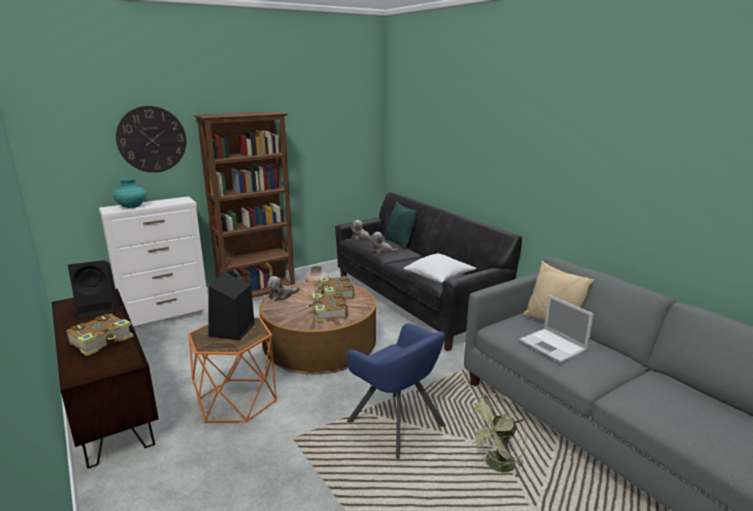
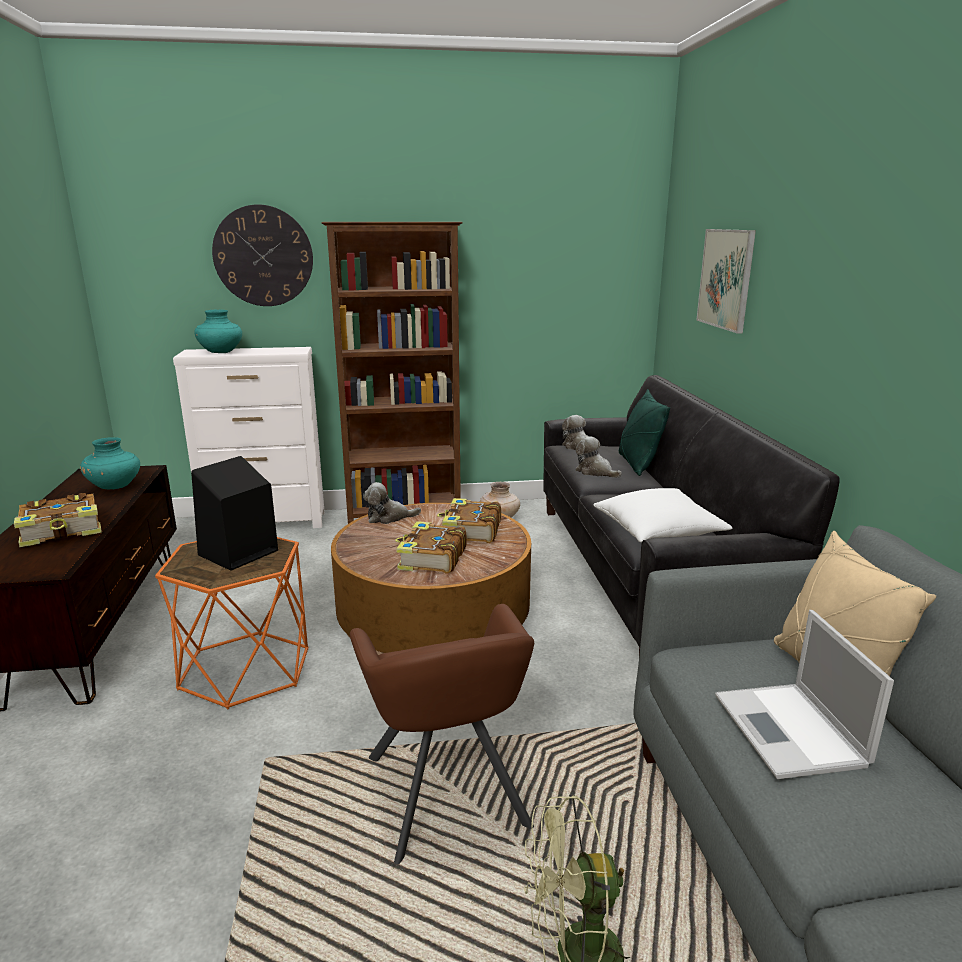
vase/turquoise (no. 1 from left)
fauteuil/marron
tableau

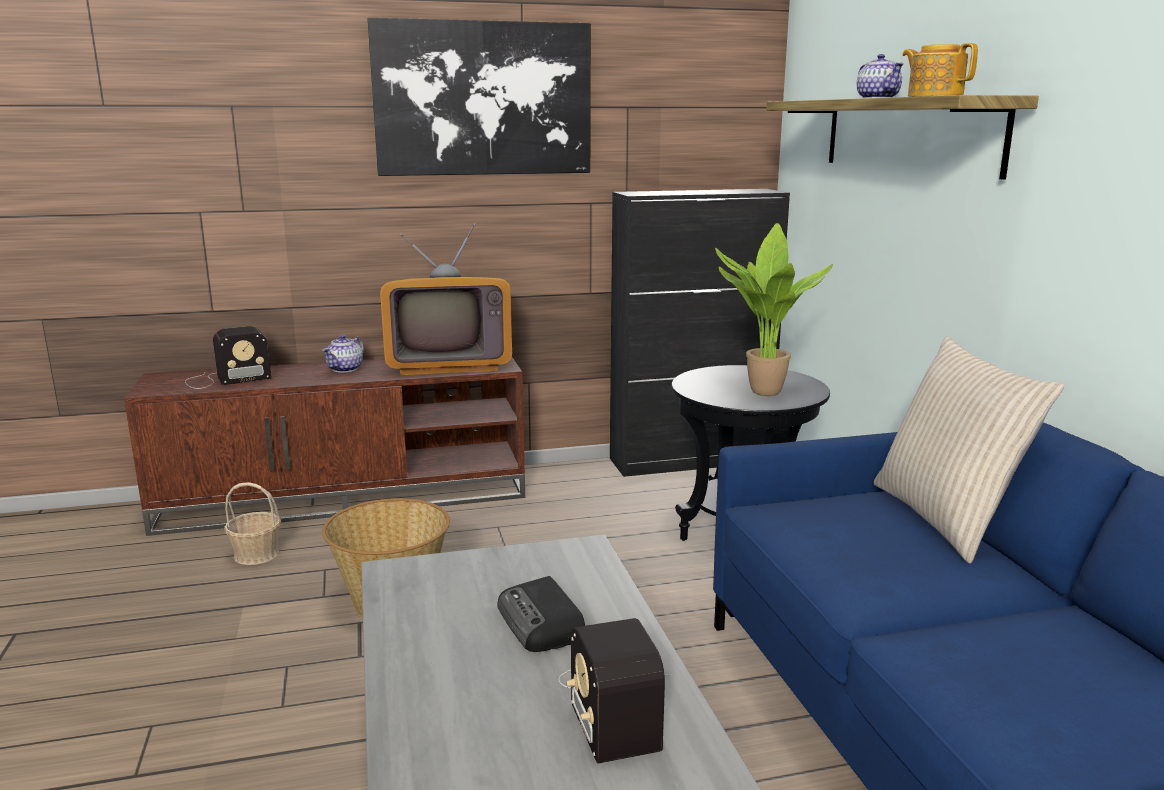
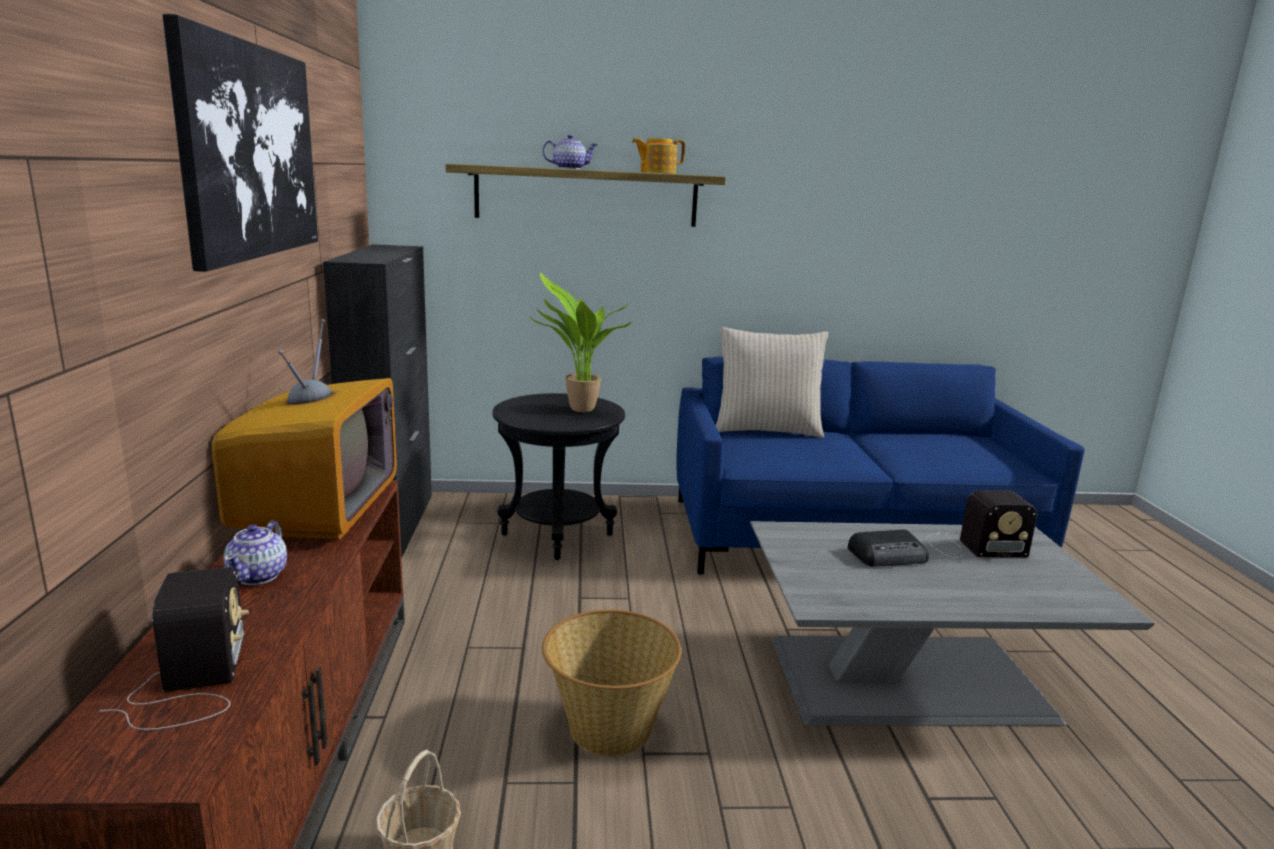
théière (no. 1 from left)

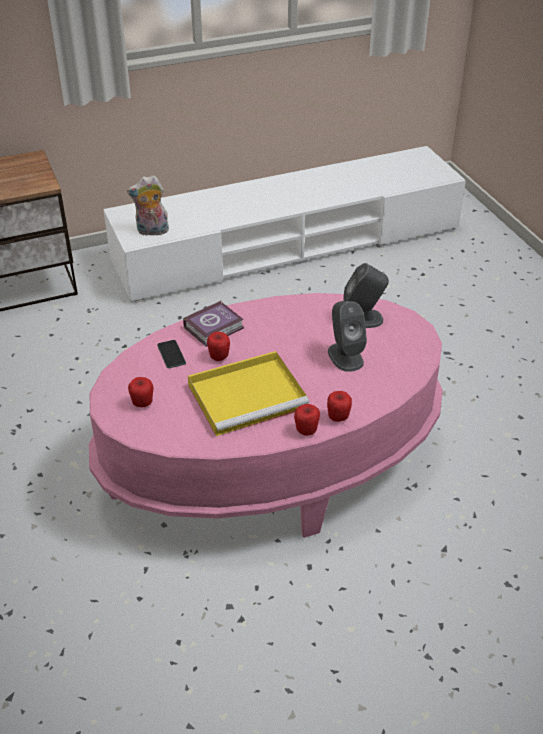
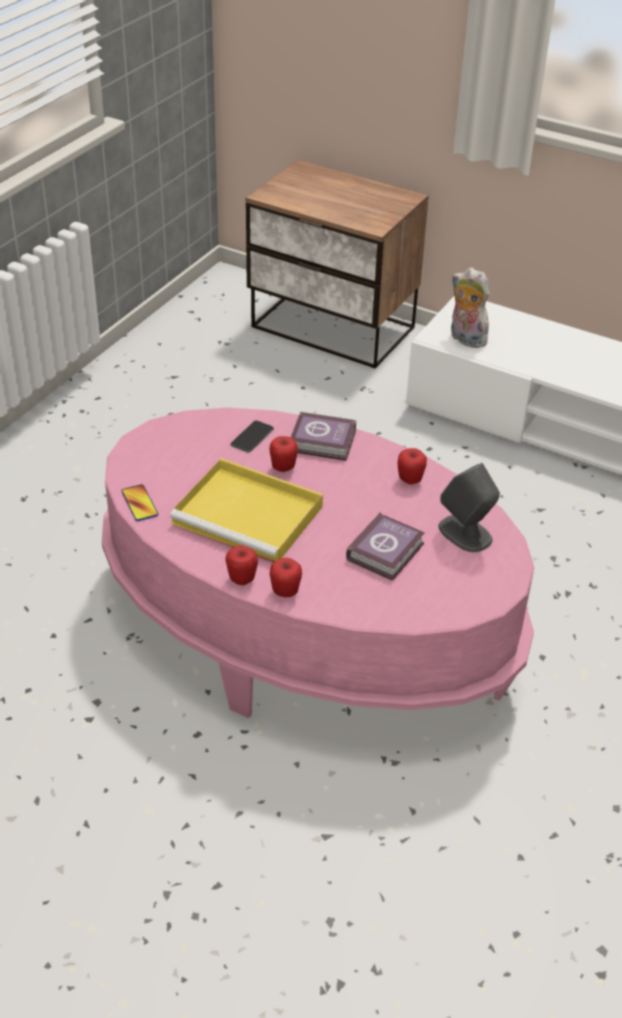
pomme (no. 4 from left)
livre (no. 2 from left)
téléphone (no. 1 from left)

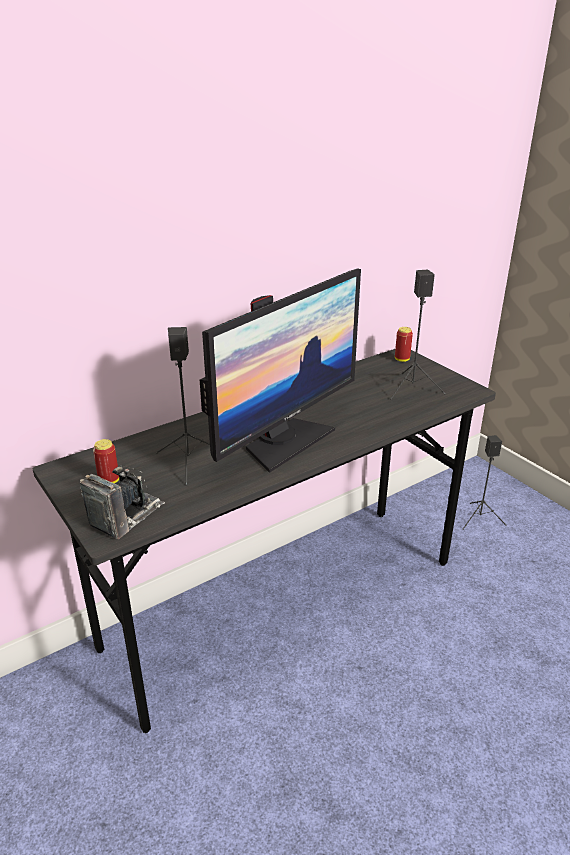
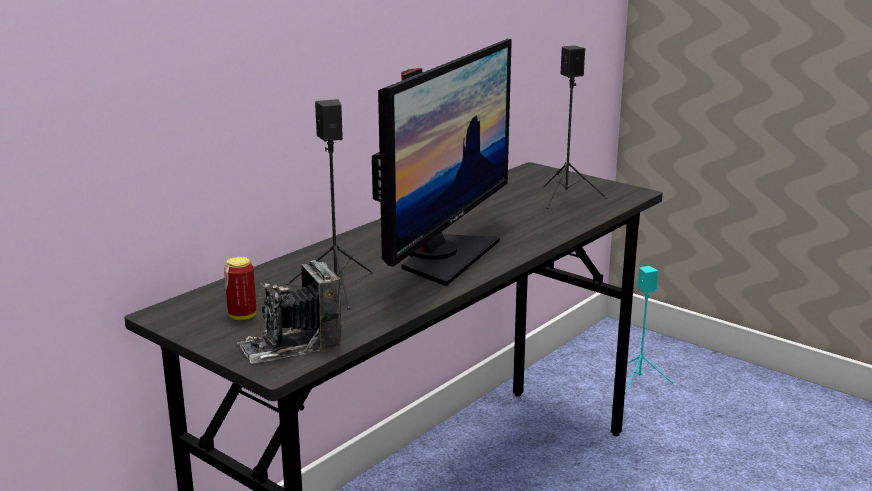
appareil photo
boîte métallique (no. 2 from left in the first image)
enceinte/turquoise

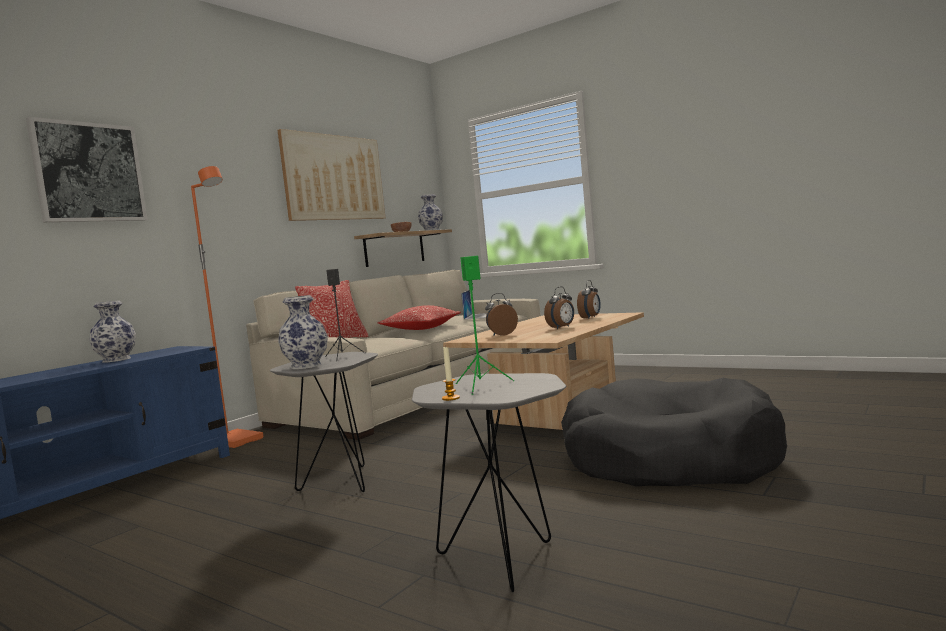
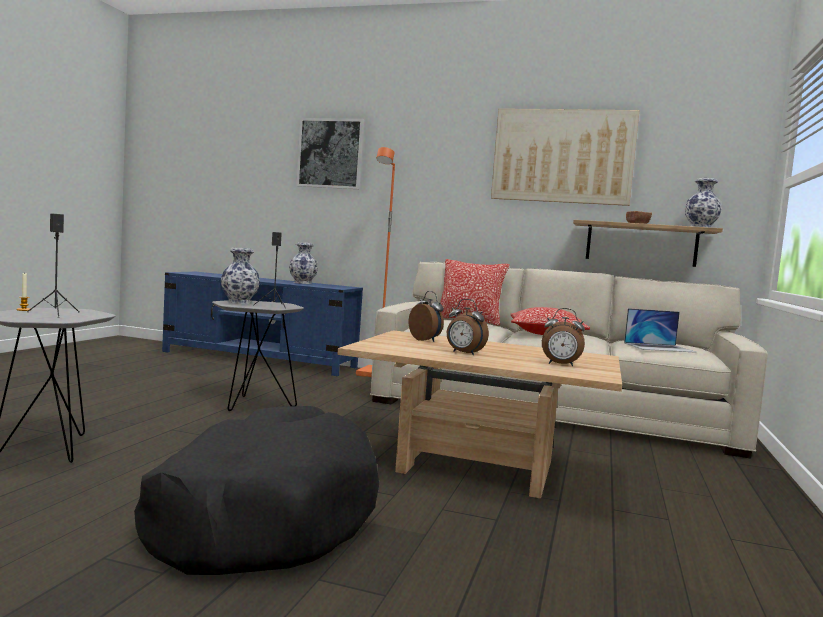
enceinte/noir (no. 1 from left)

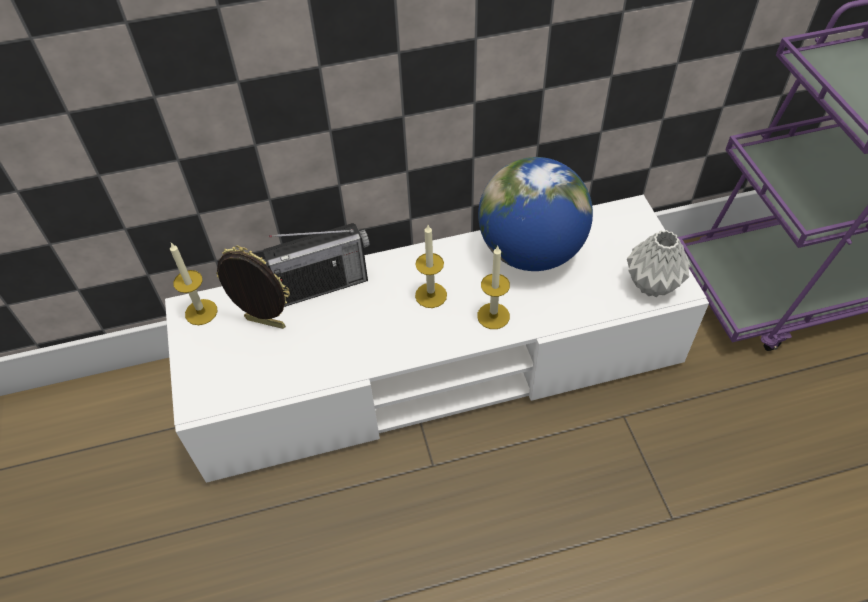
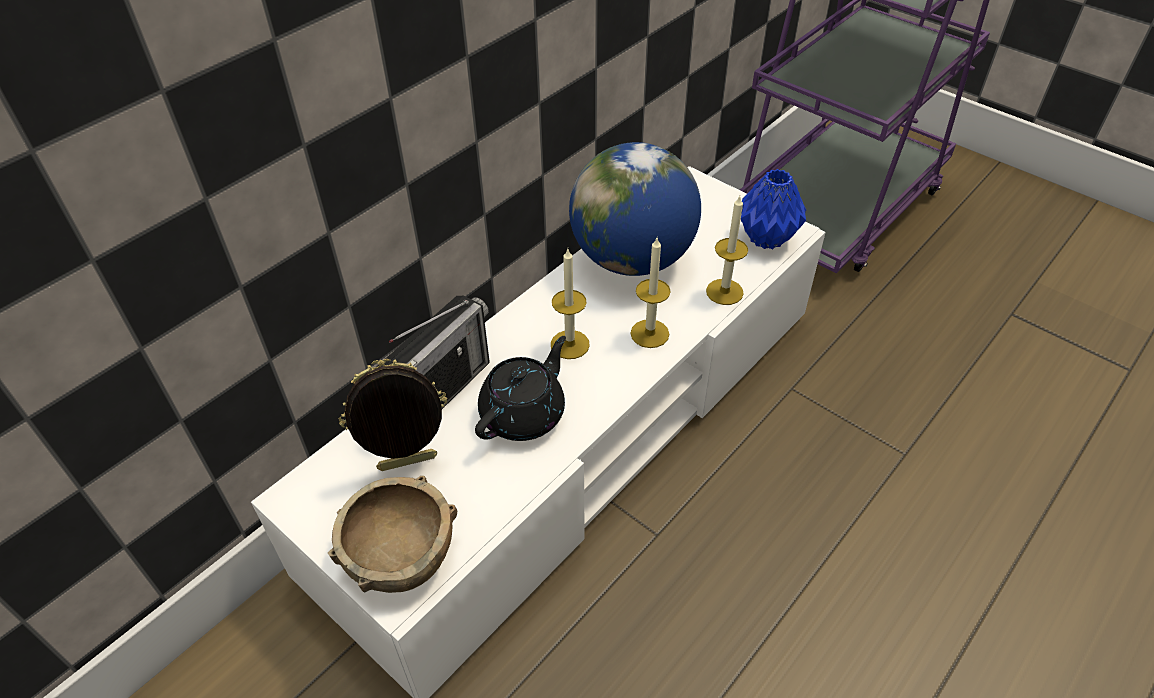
bougie (no. 3 from left)
vase/bleu
bol/marron
théière/noir

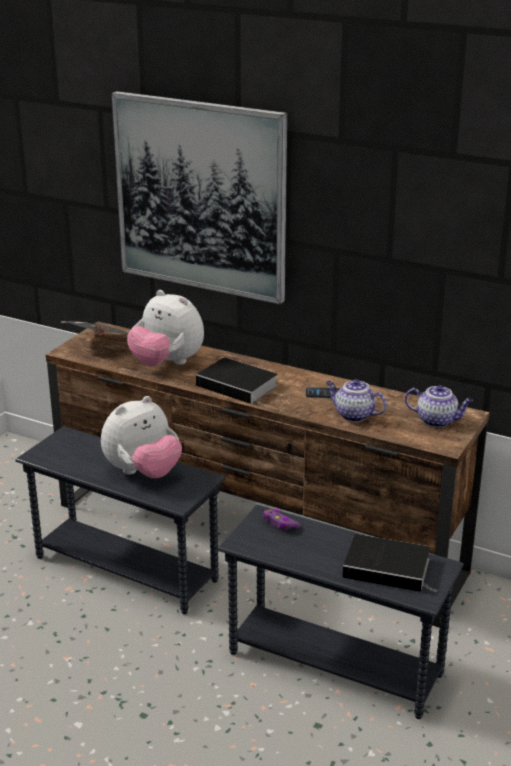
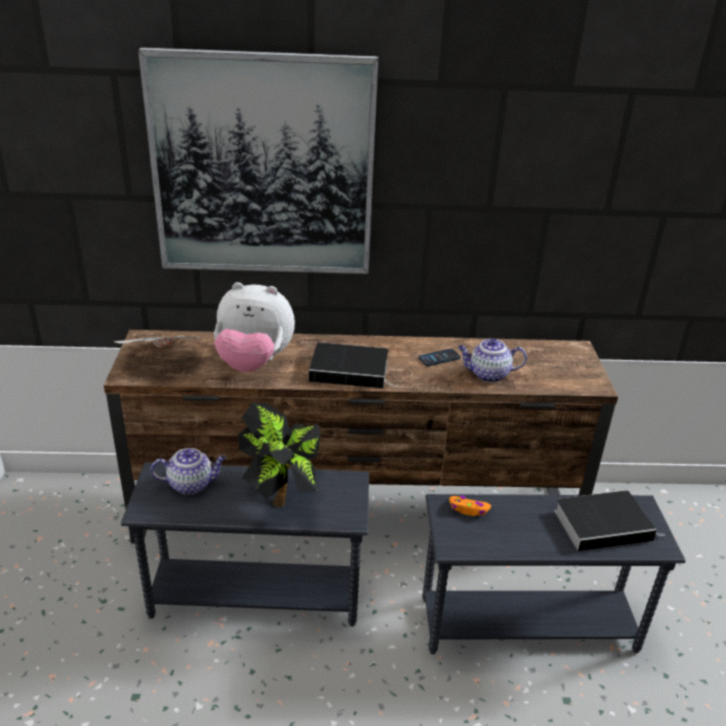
plante en pot
manette/orange
théière (no. 1 from left)

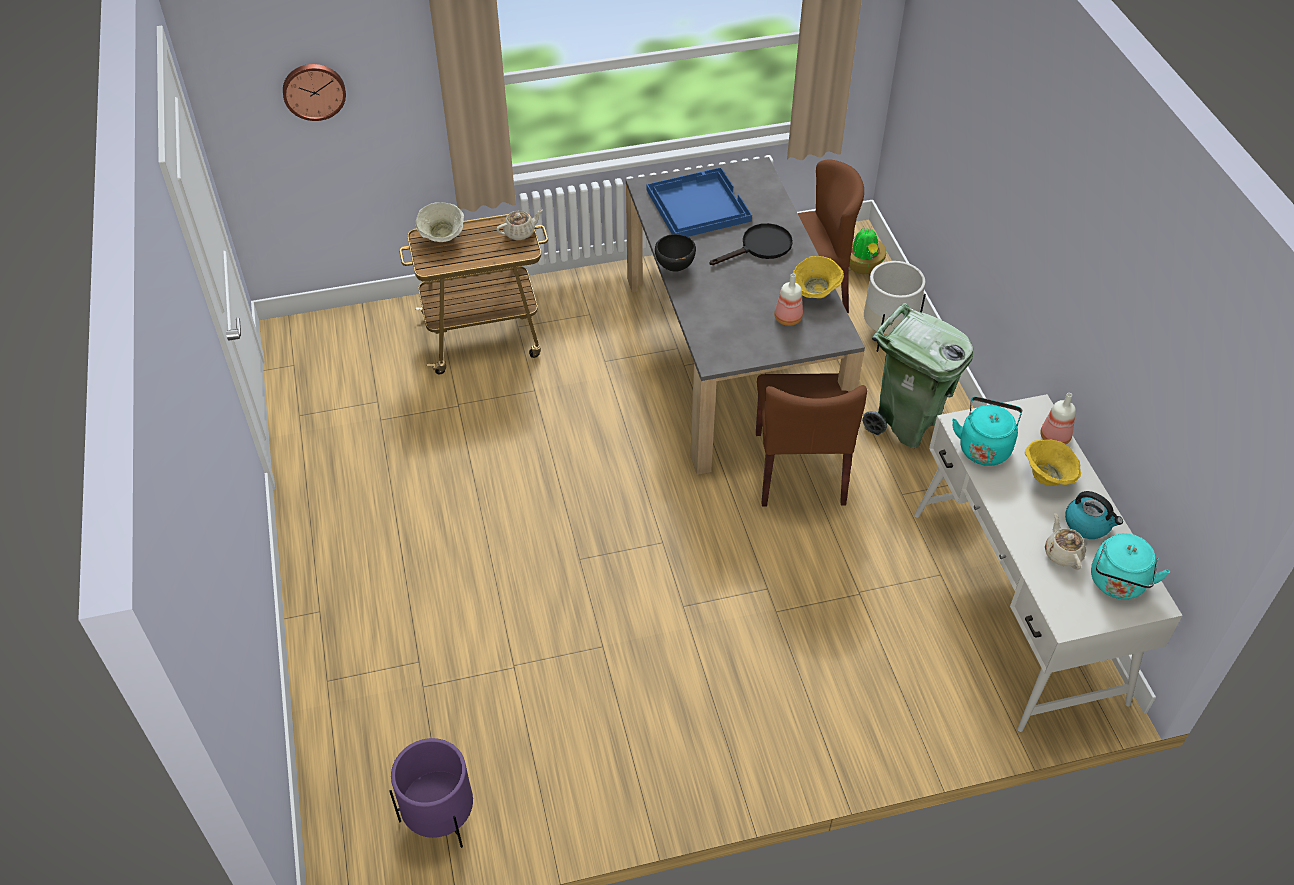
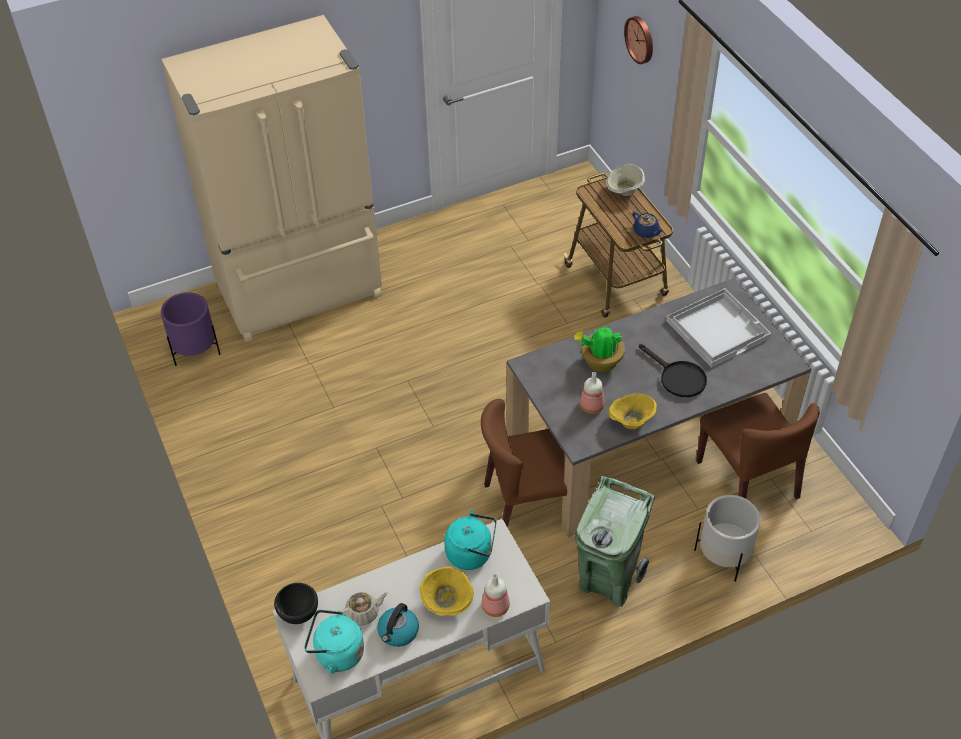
théière/bleu
plateau/blanc
bol/noir
plante en pot
réfrigérateur/beige

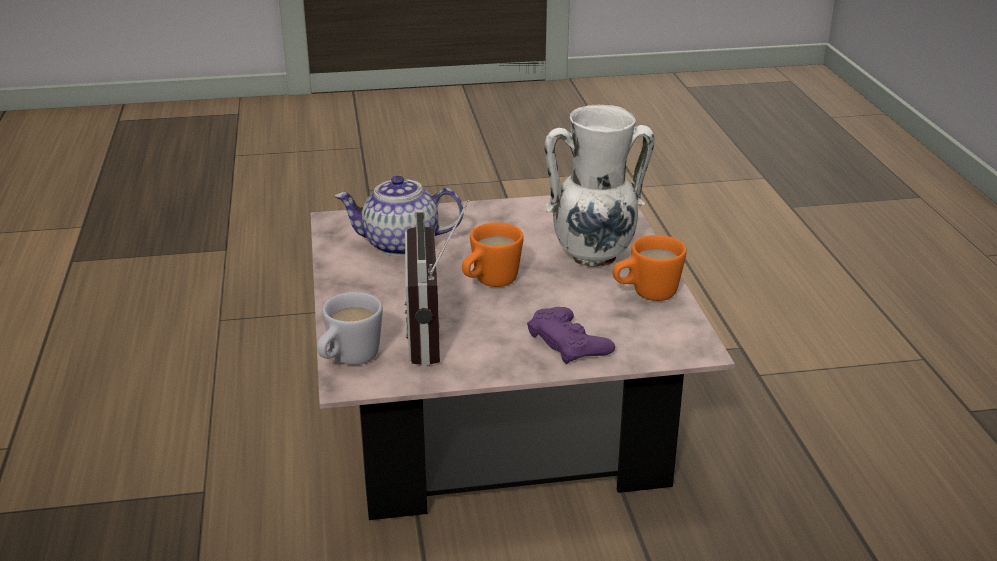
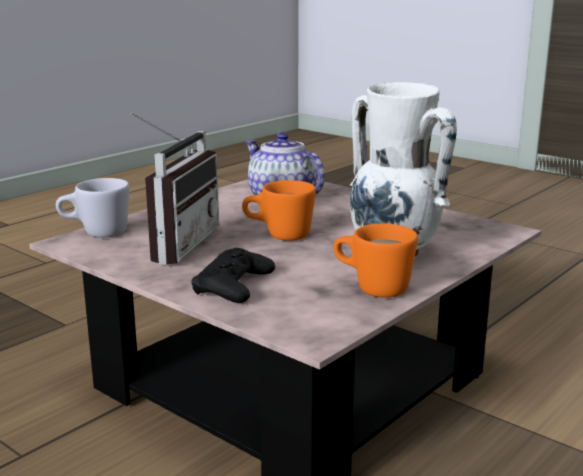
radio
manette/noir

